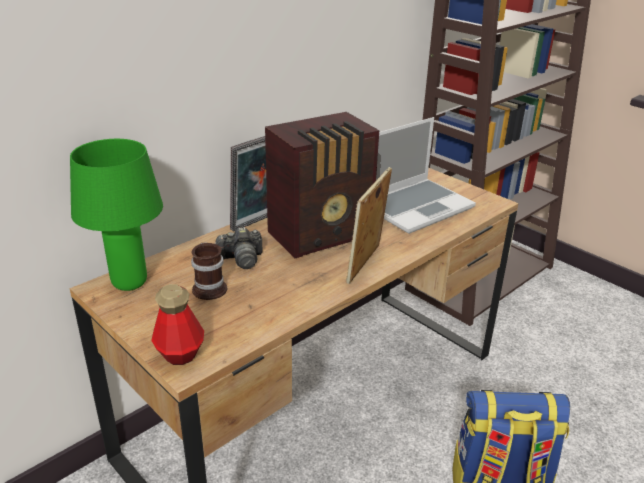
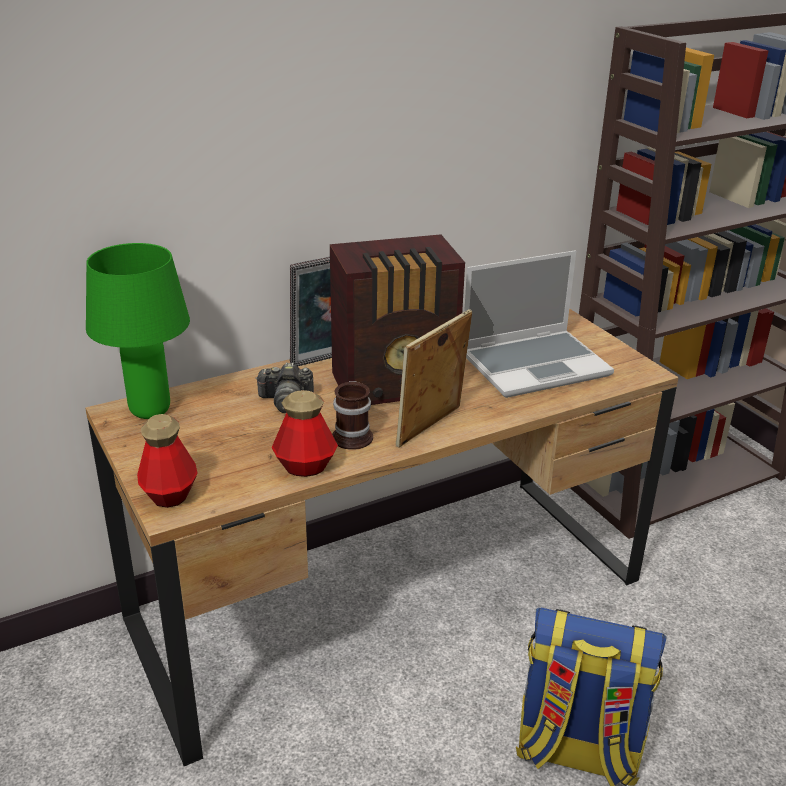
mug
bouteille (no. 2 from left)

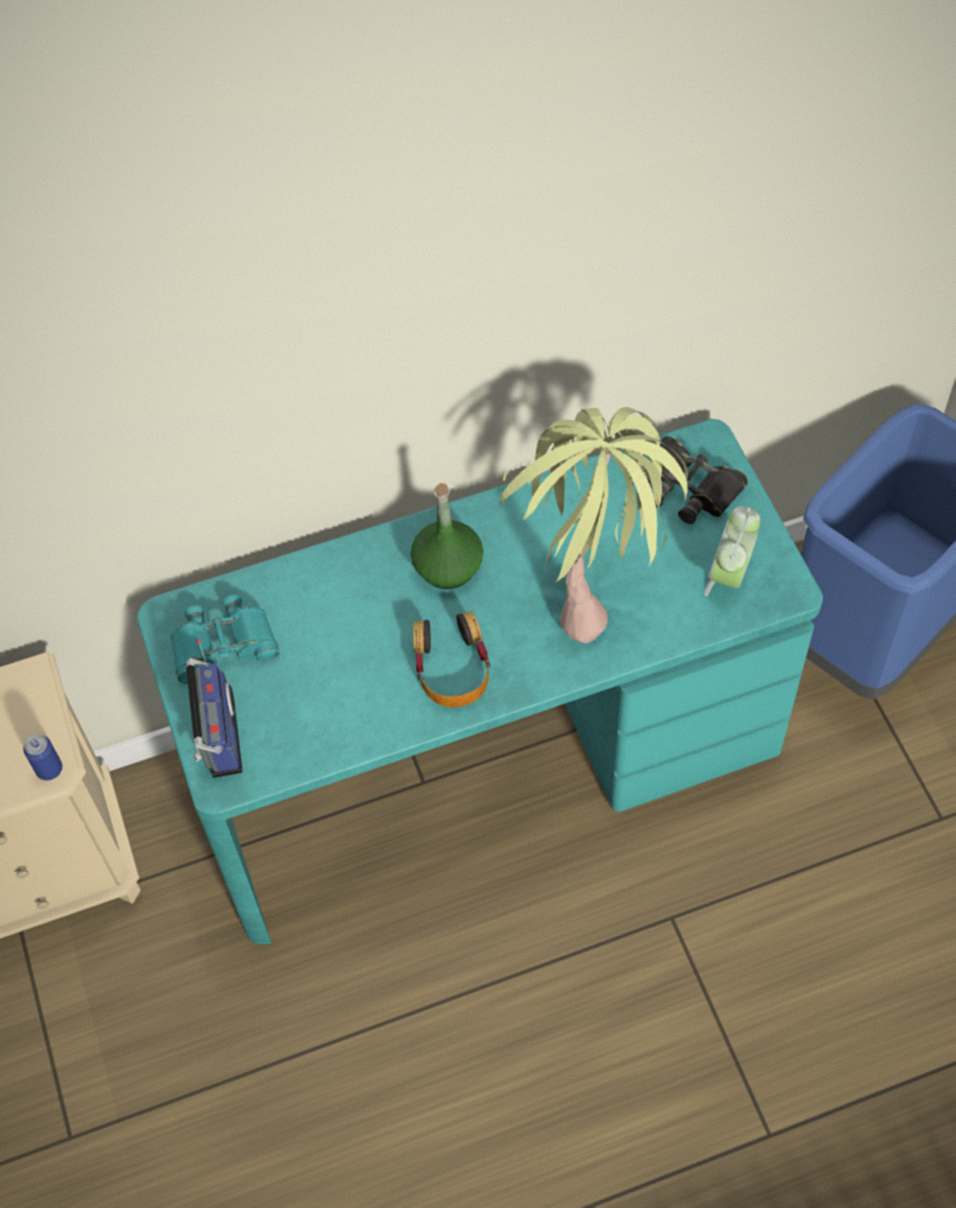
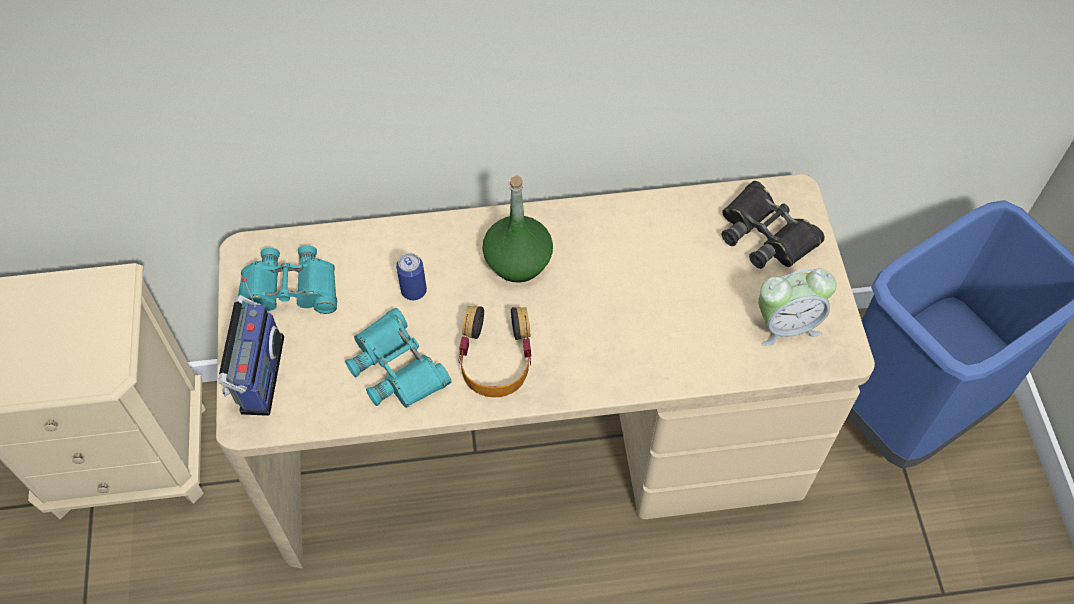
boîte métallique
bureau/beige
plante en pot
réveil
jumelles/turquoise (no. 2 from left)

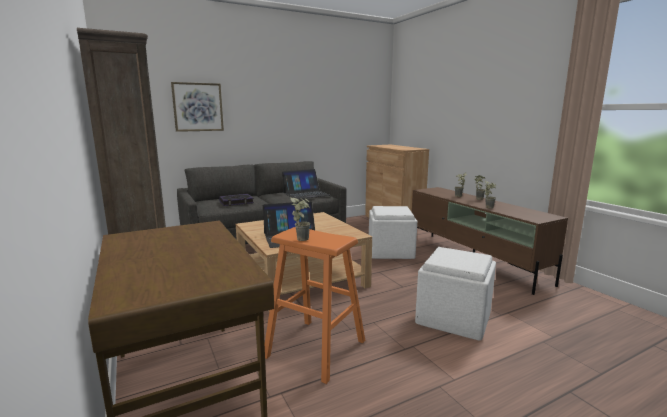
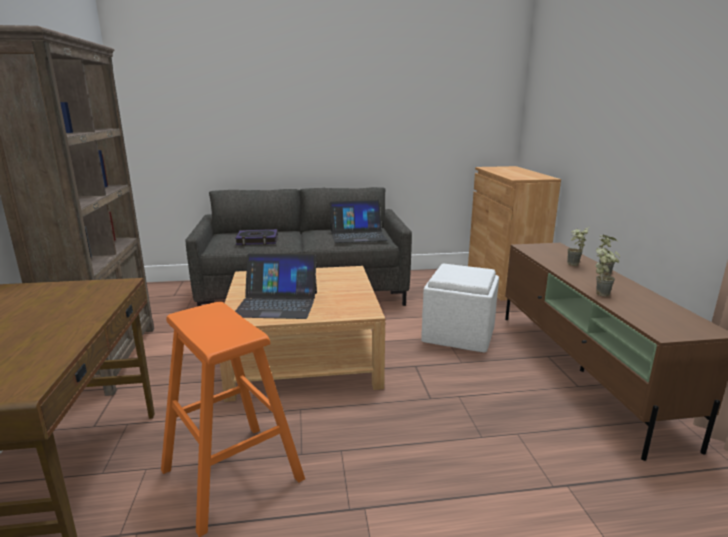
tableau
plante en pot (no. 1 from left in the first image)
pouf/blanc (no. 2 from left in the first image)

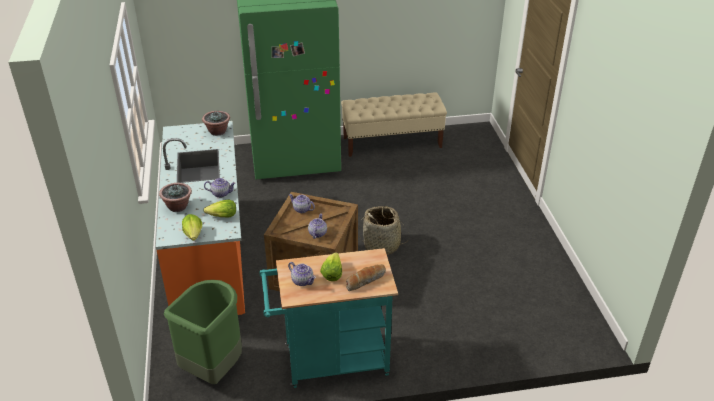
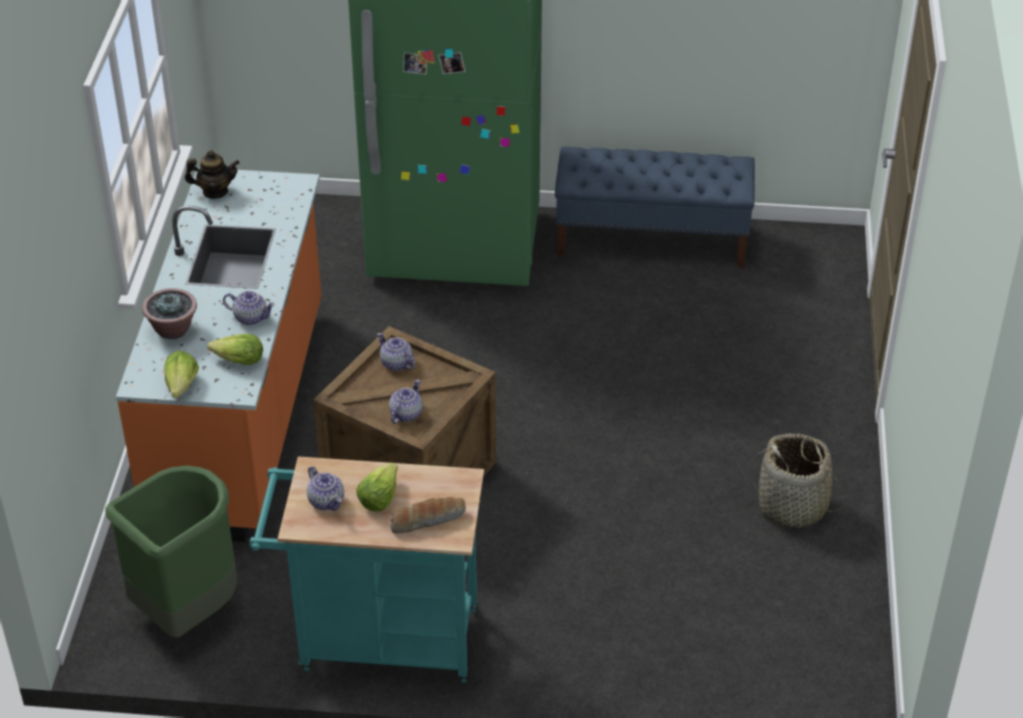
plante en pot (no. 2 from left in the first image)
banc/bleu
panier
théière (no. 1 from left)

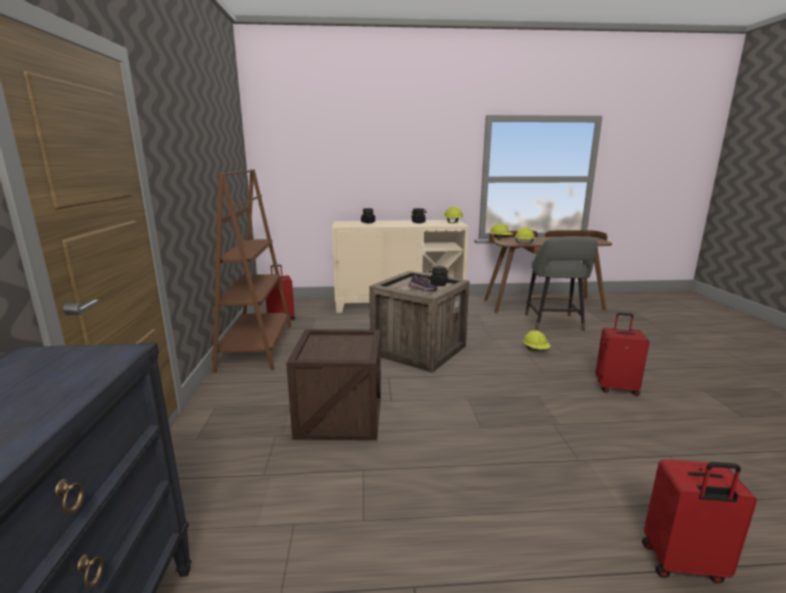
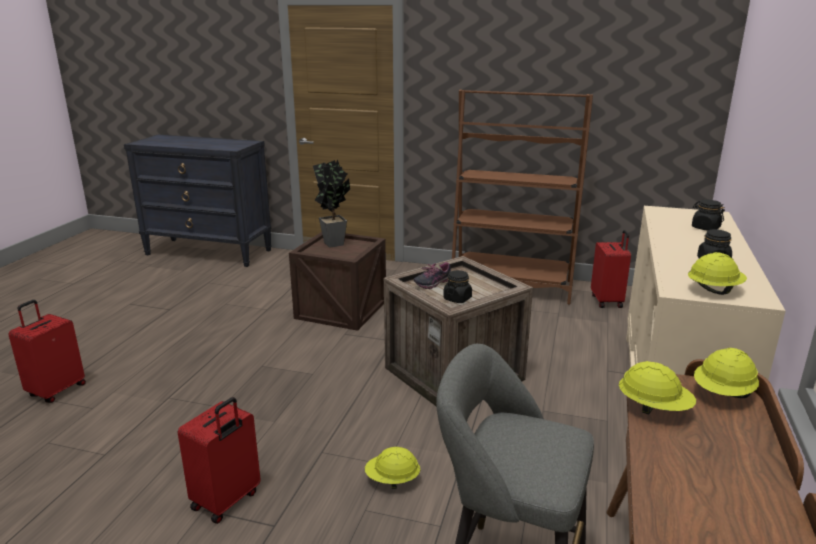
plante en pot

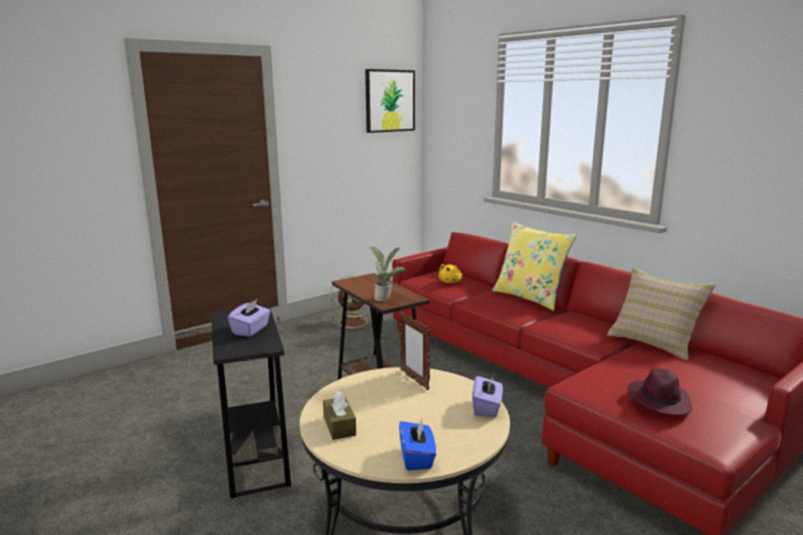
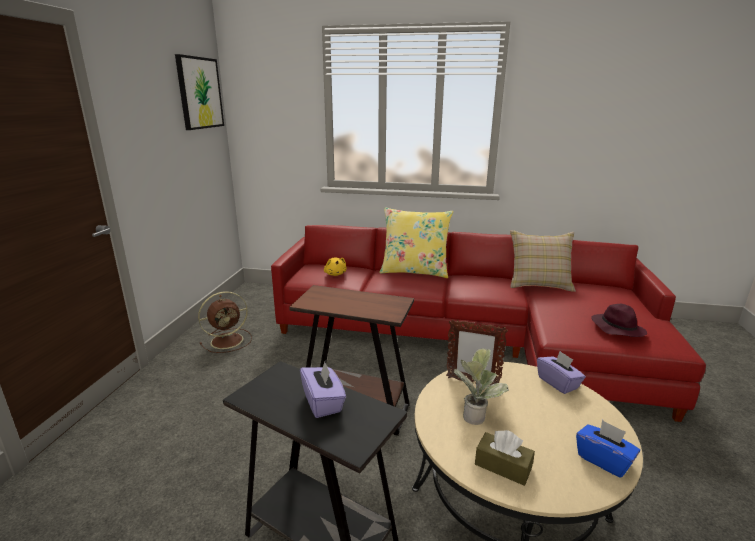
plante en pot

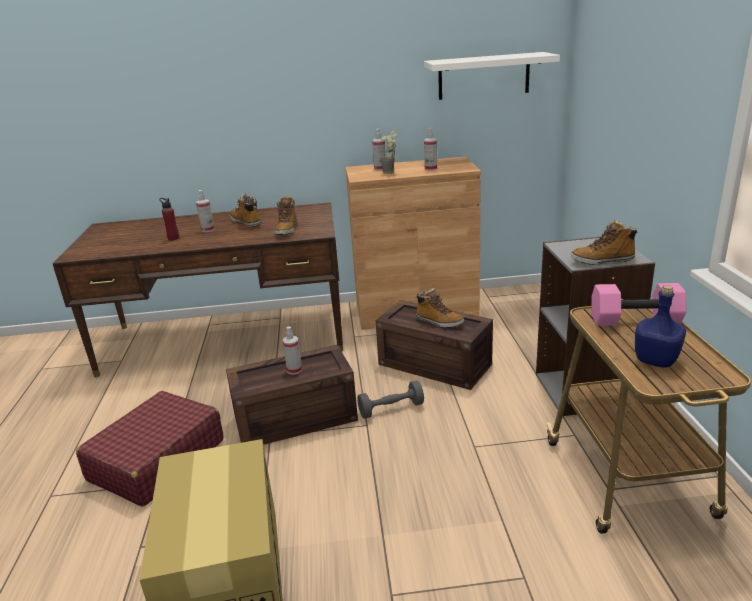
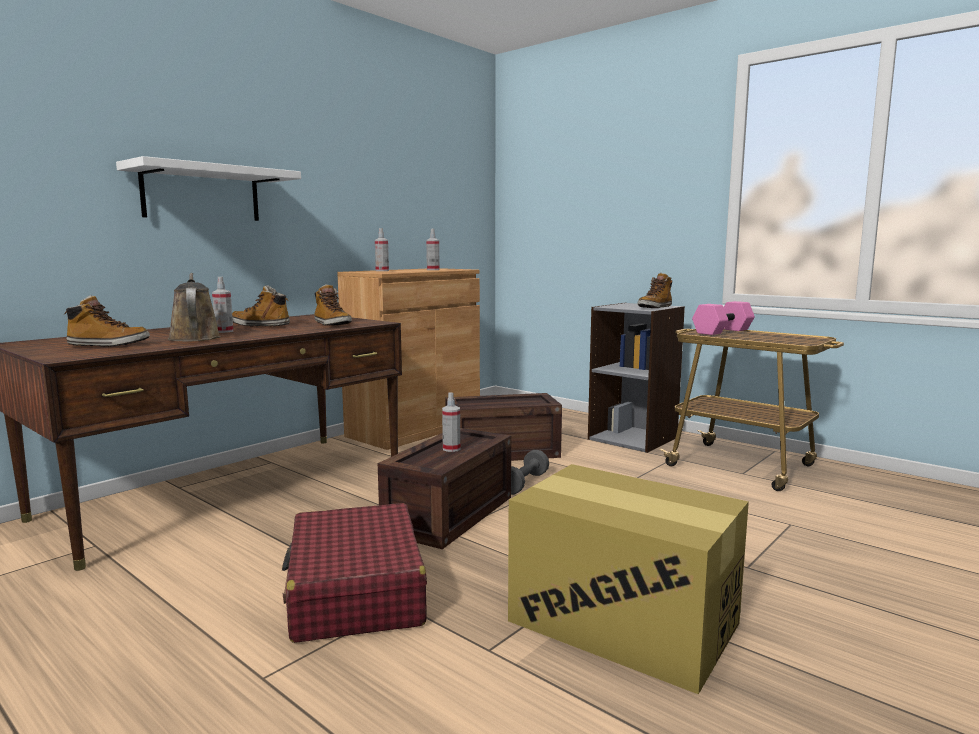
arrosoir/marron
plante en pot
botte (no. 1 from left)
étagère/blanc
bouteille/bleu

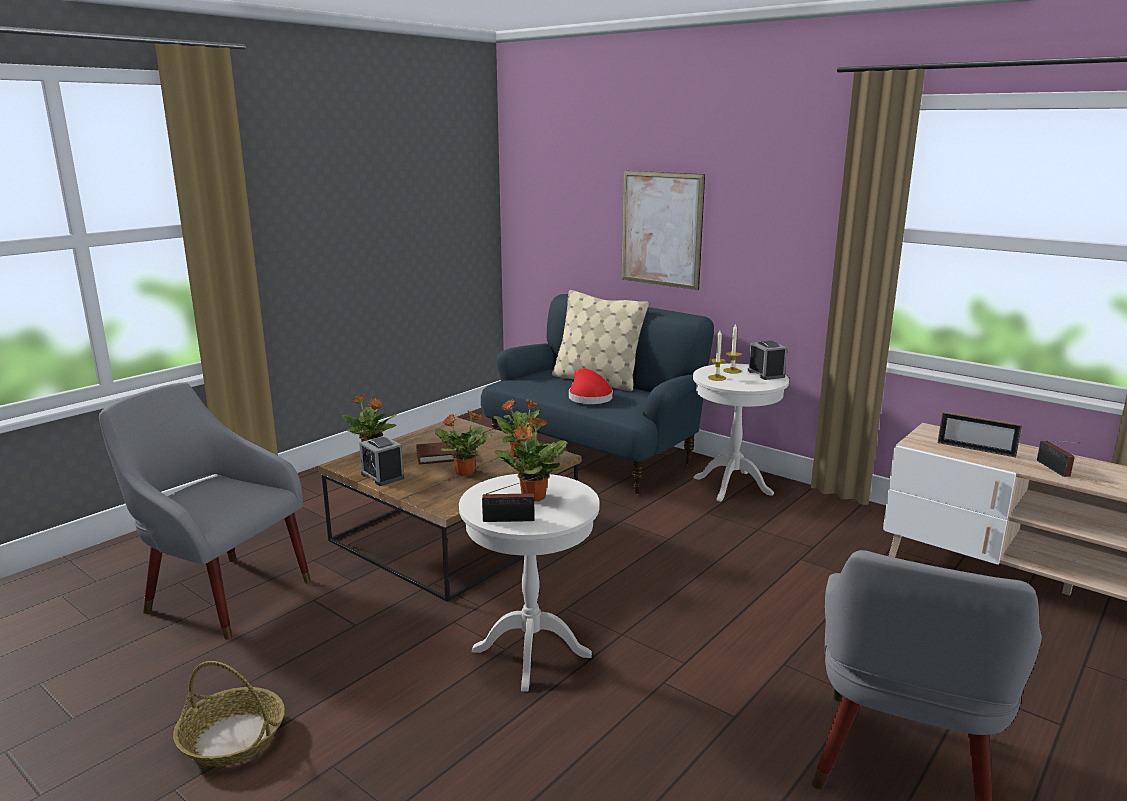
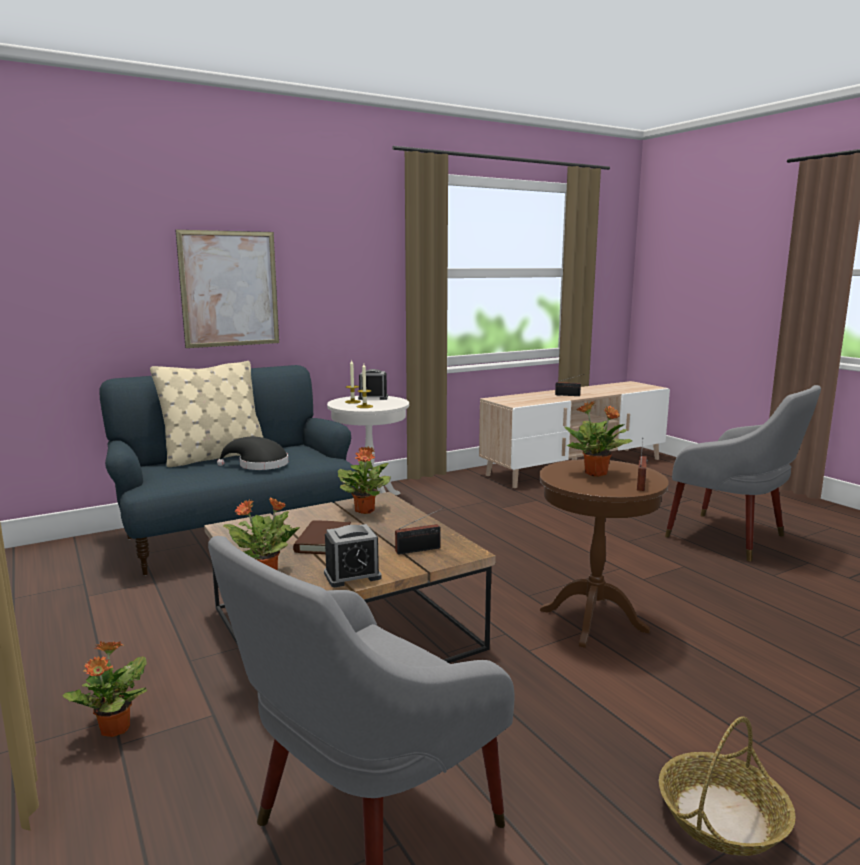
plante en pot (no. 1 from left)
table d'appoint/marron
chapeau/noir
cadre photo
radio (no. 1 from left)

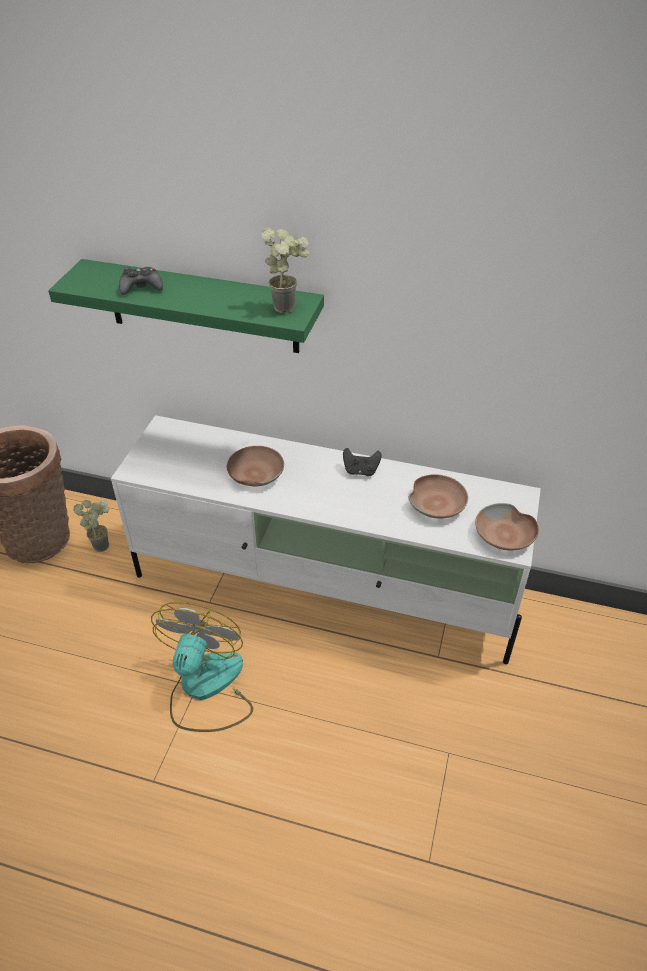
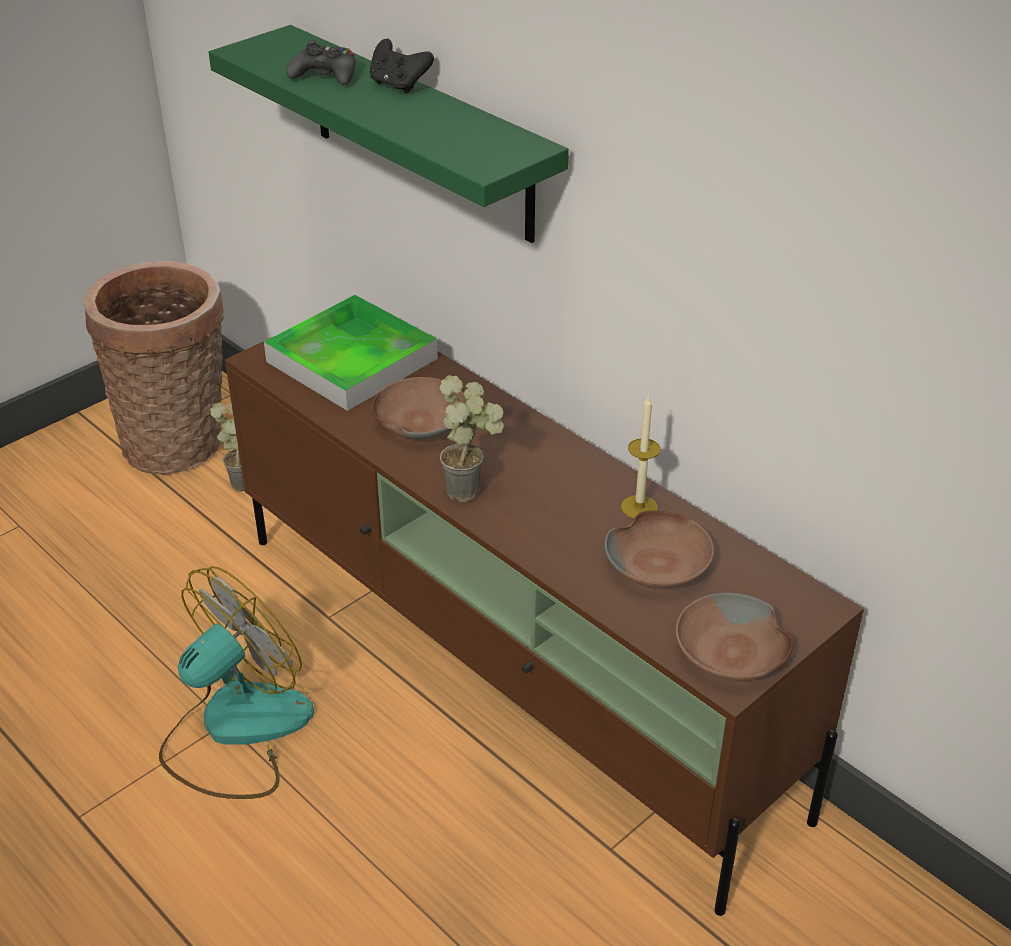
meuble télé/marron
plante en pot (no. 2 from left)
manette/noir (no. 2 from left)
plateau
bougie

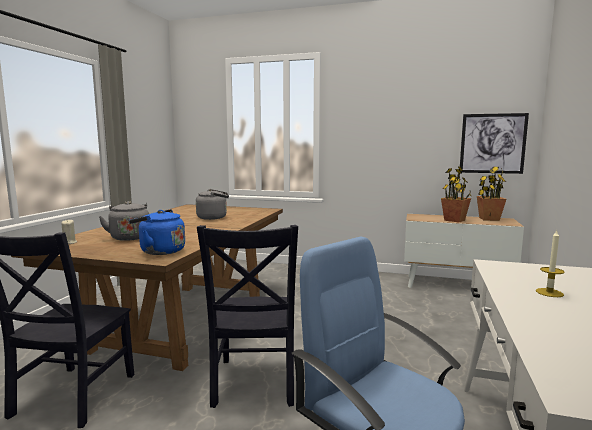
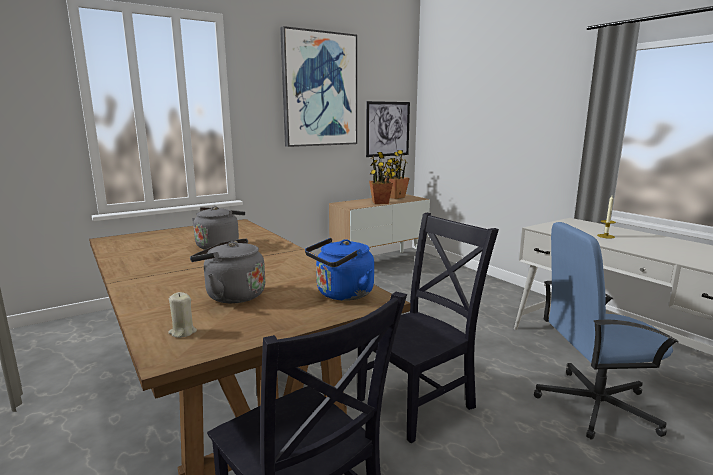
chaise/noir (no. 2 from left)
tableau (no. 1 from left)

